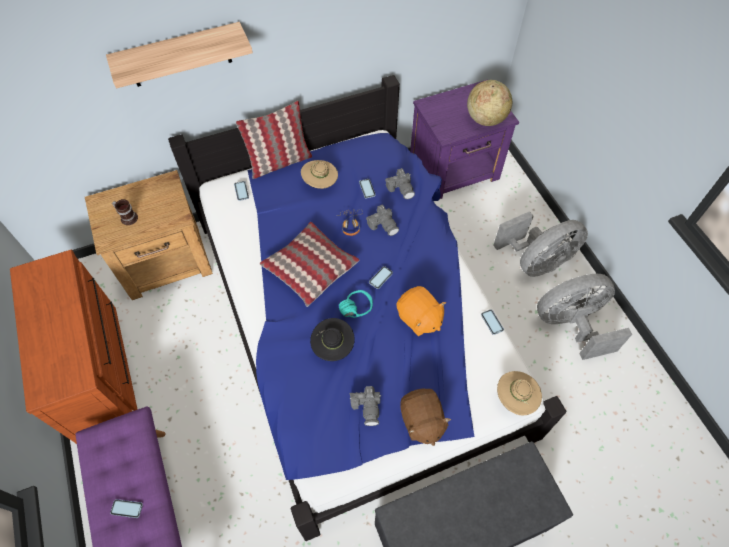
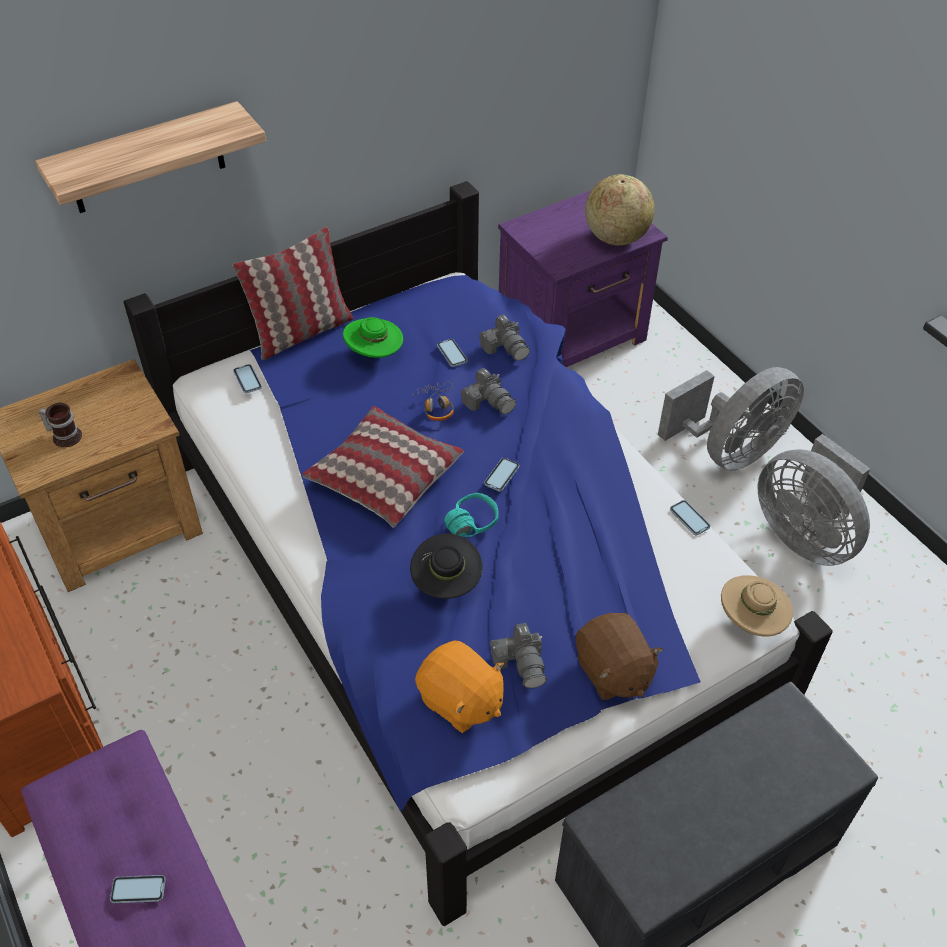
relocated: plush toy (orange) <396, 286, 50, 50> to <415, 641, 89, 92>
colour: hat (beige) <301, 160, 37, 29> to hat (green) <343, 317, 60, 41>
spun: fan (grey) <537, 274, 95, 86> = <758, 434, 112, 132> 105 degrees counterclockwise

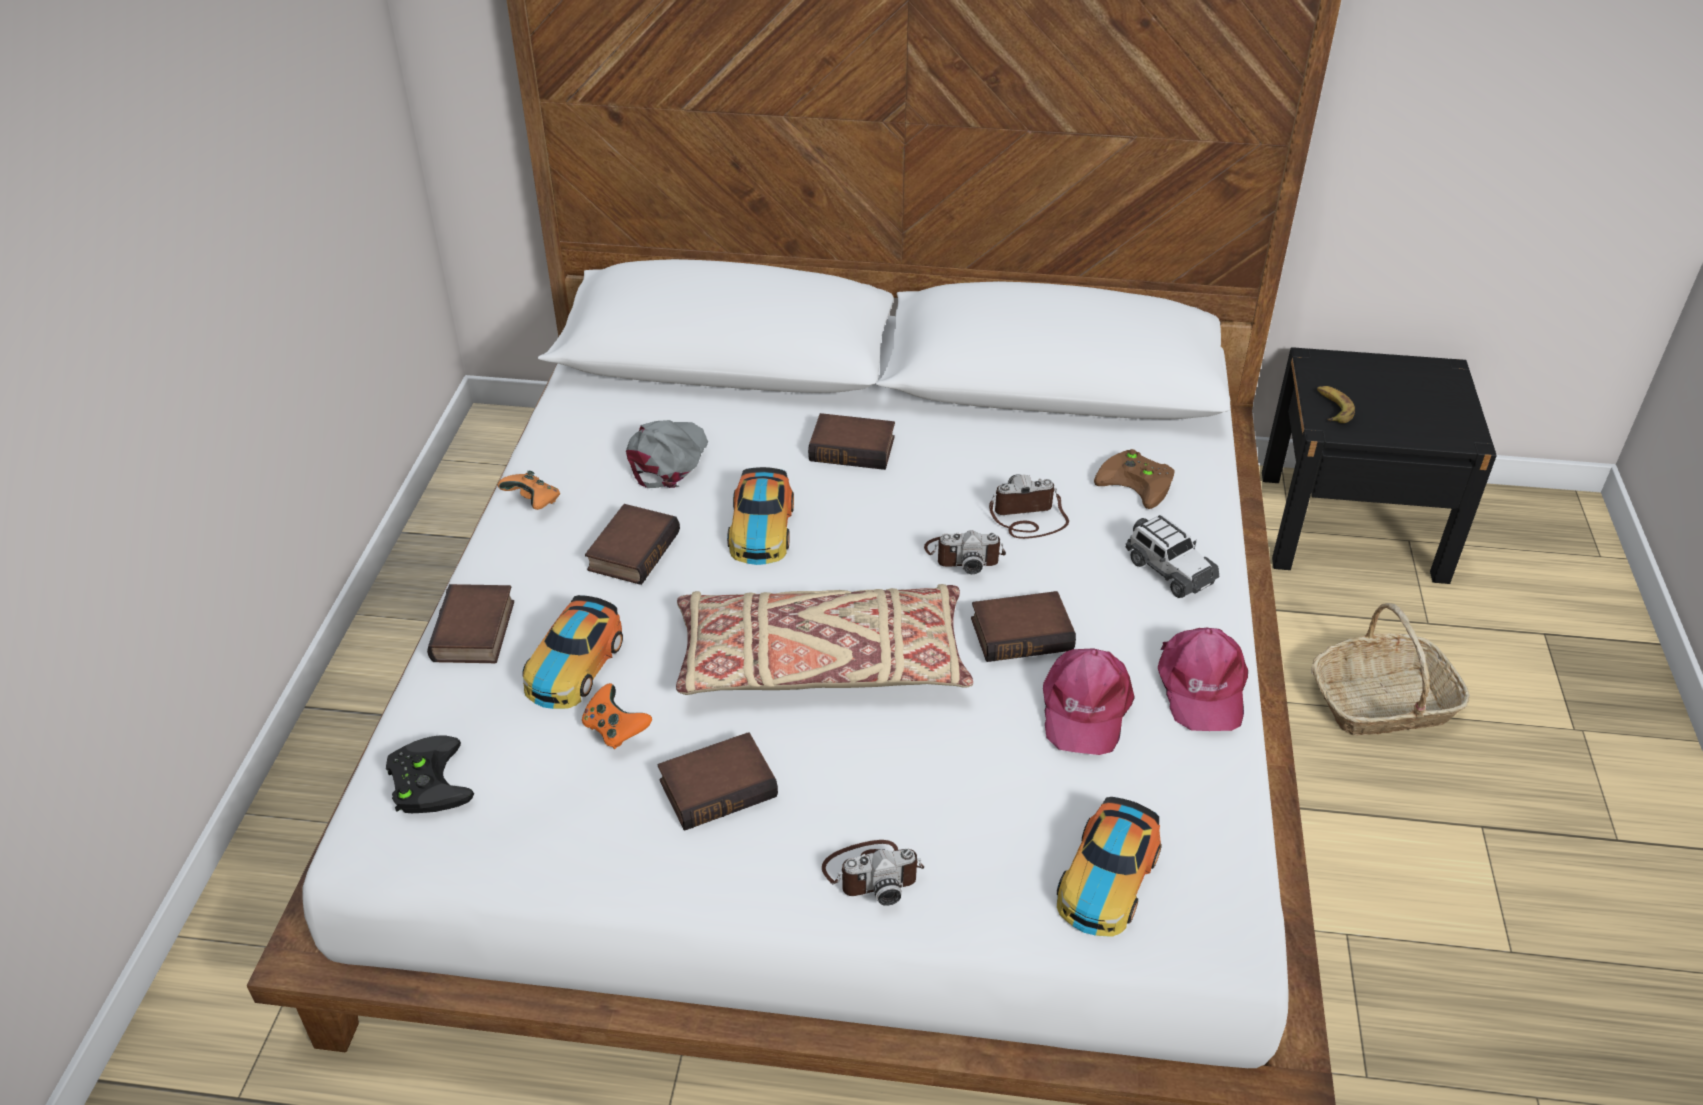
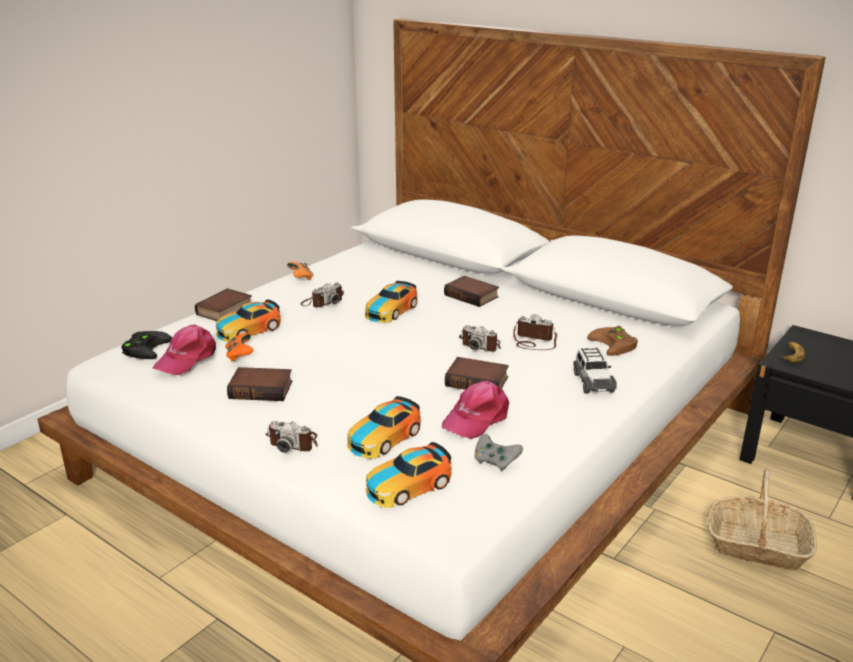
missing: cap (grey) <626, 420, 82, 68>; pillow (beige) <676, 584, 297, 111>
appeared: toy car <347, 396, 74, 63>; game controller (grey) <475, 434, 48, 37>
relocated: cap (pink) <1158, 628, 90, 103> to <153, 324, 63, 51>
exchanged: book <585, 504, 95, 81> to photo camera <301, 282, 43, 26>

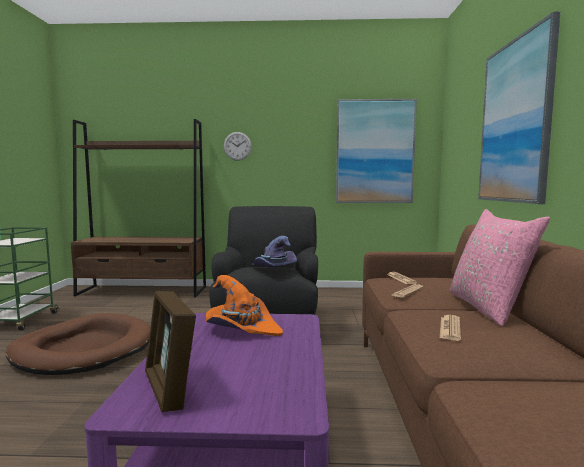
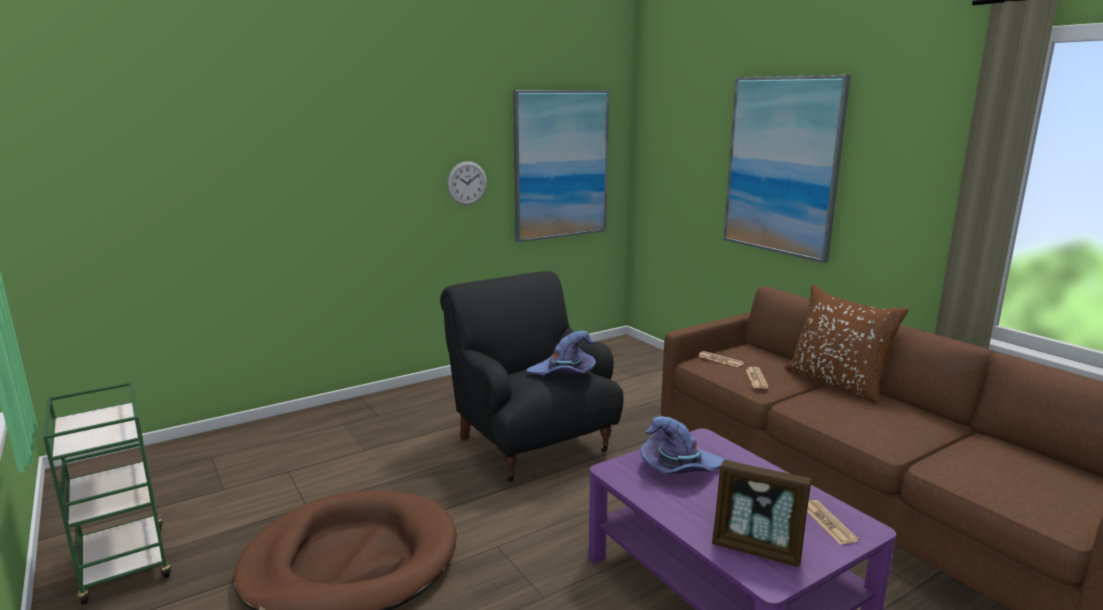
missing: bookcase (brown) <71, 119, 135, 179>
relocated: wall clock <224, 132, 28, 29> to <447, 161, 40, 44>; newspaper <440, 315, 21, 26> to <807, 500, 52, 44>
colour: hat (orange) <206, 275, 77, 61> to hat (purple) <641, 416, 83, 58>; pillow (pink) <450, 209, 100, 117> to pillow (brown) <785, 285, 124, 118>

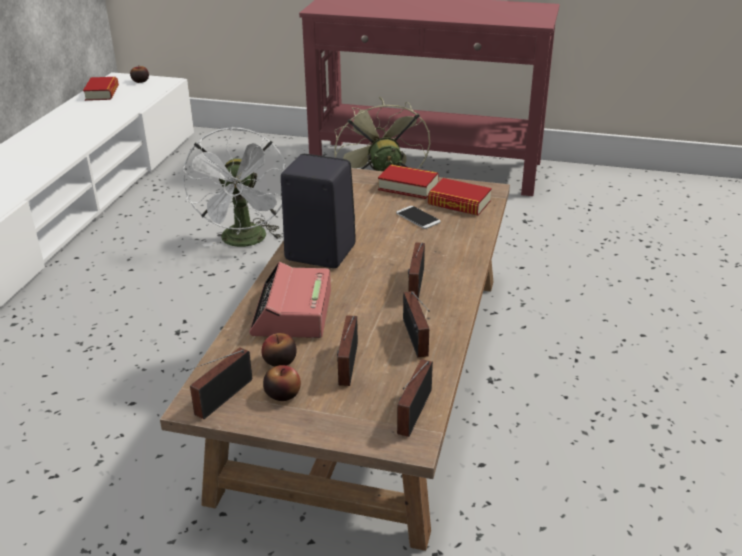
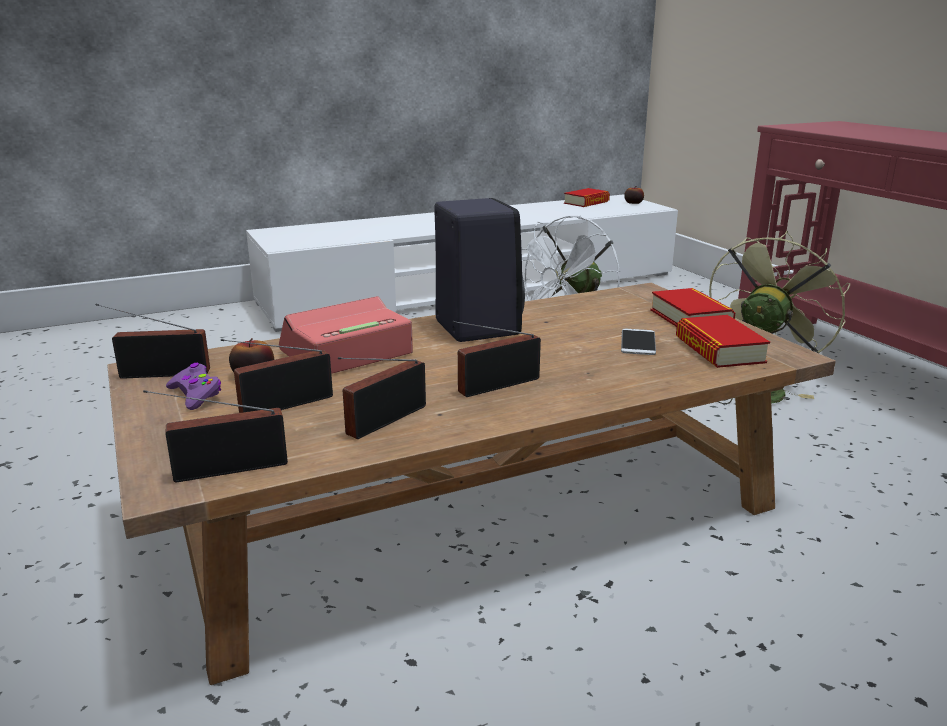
exchanged: apple <263, 365, 38, 36> to game controller (purple) <166, 363, 55, 47>

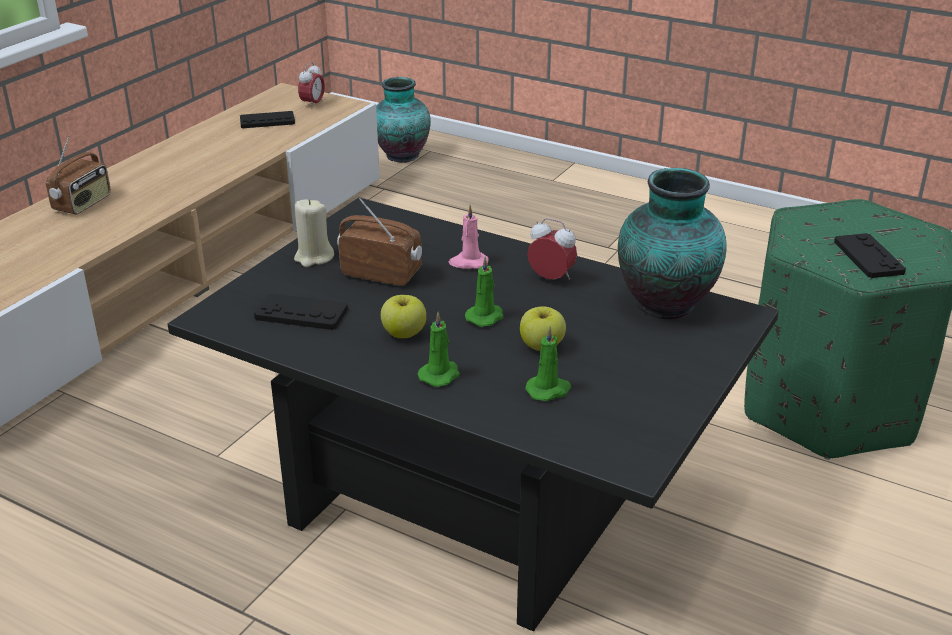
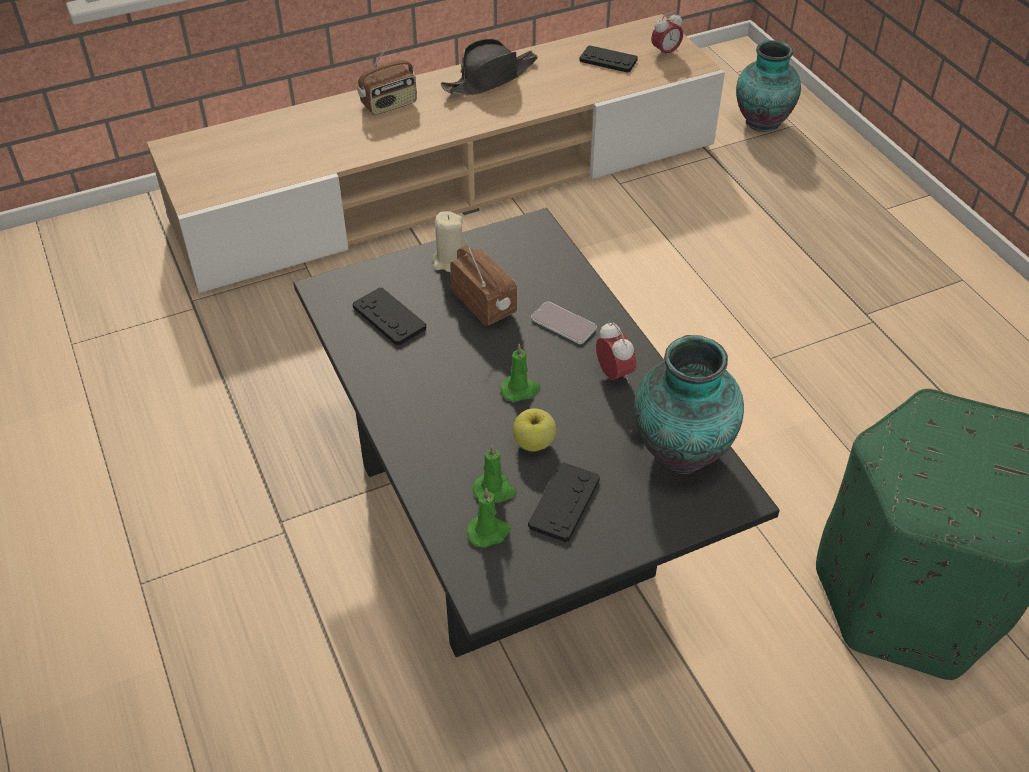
missing: apple <381, 295, 45, 43>
appeared: hat (black) <440, 39, 98, 56>
relocated: candle (green) <418, 312, 42, 75> to <467, 487, 44, 61>; game controller (black) <834, 233, 72, 45> to <528, 462, 72, 80>
exchanged: candle (pink) <449, 205, 40, 64> to phone <531, 302, 66, 42>

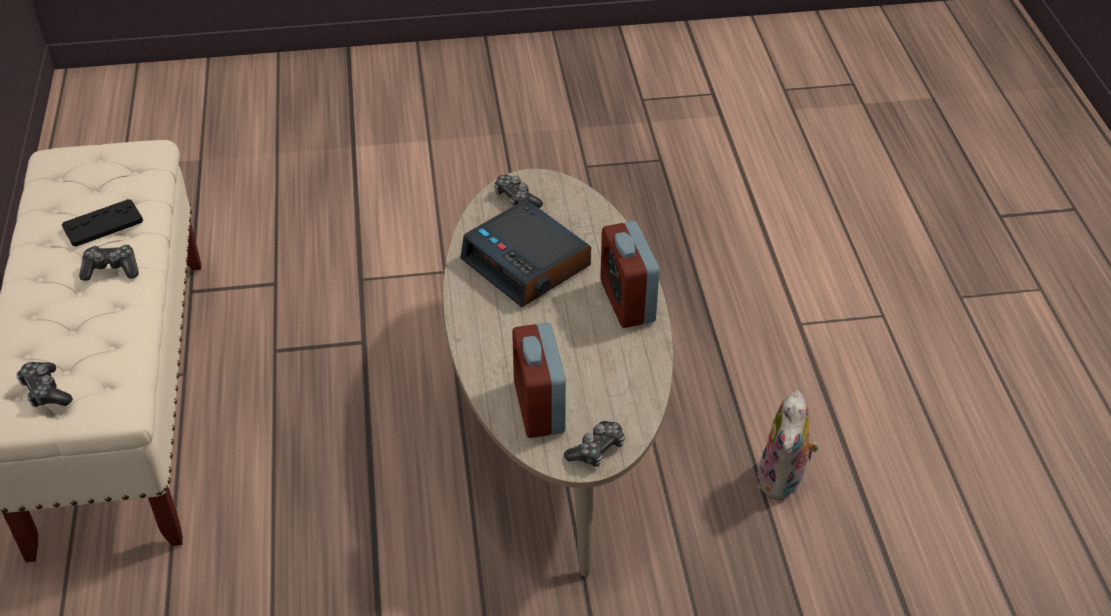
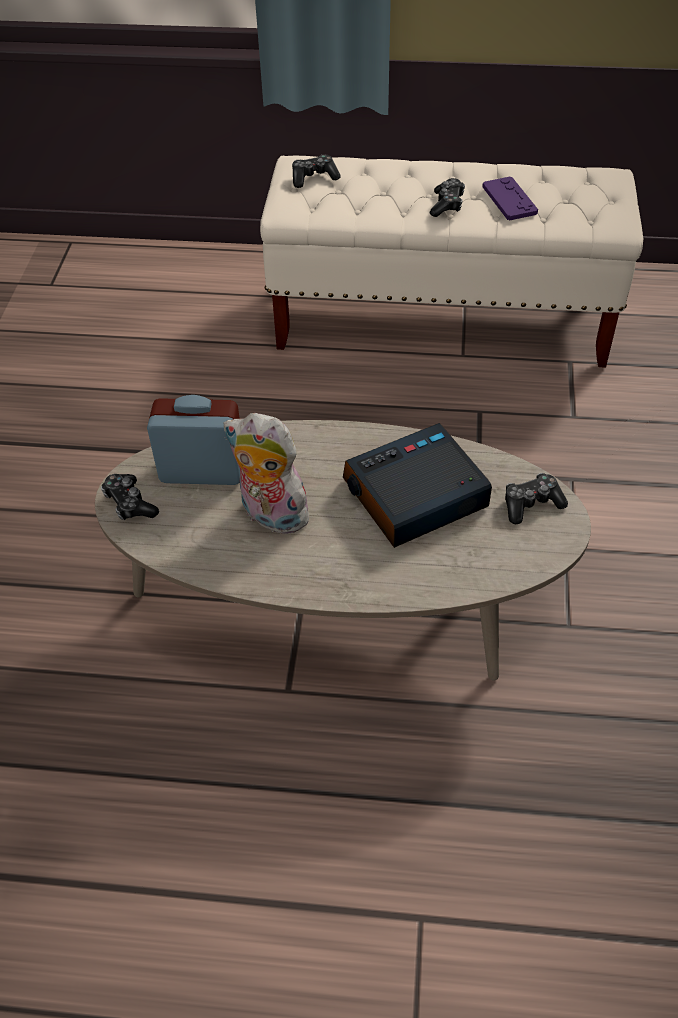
missing: alarm clock <600, 221, 60, 107>
relocated: plush toy <757, 391, 62, 109> to <223, 413, 86, 121>
colour: game controller (black) <62, 199, 81, 48> to game controller (purple) <482, 177, 56, 43>

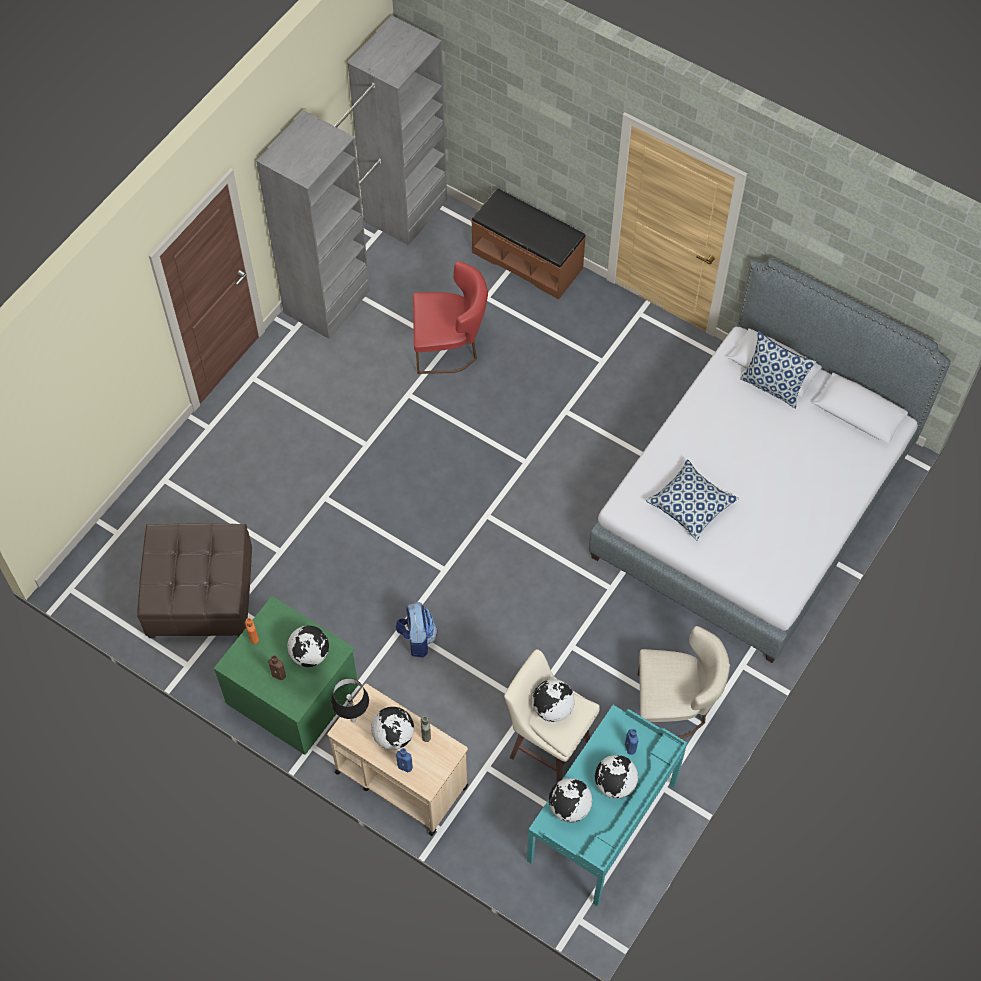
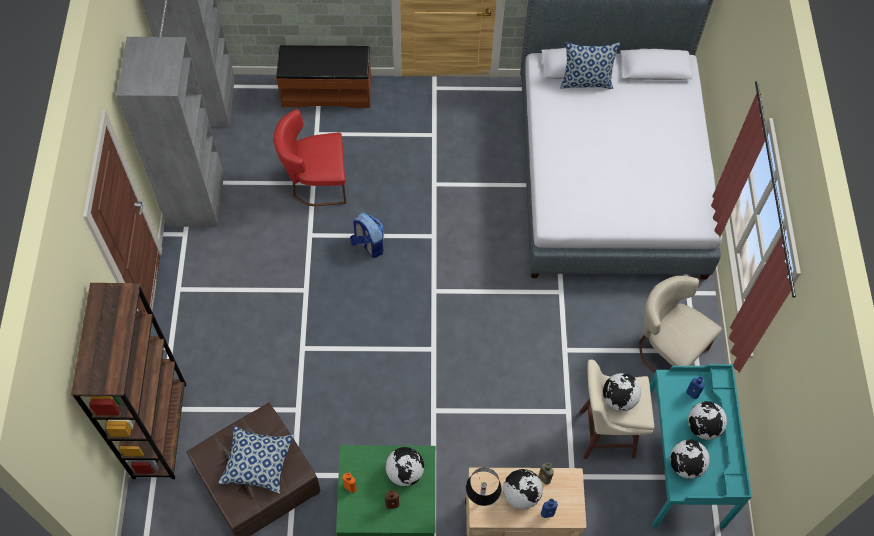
appeared: bookcase (brown) <71, 283, 115, 196>
relocated: backpack <396, 602, 41, 55> to <350, 212, 34, 46>; pillow <646, 459, 93, 81> to <218, 426, 77, 68>
spun: chair (red) <413, 261, 75, 113> = <273, 109, 73, 97> 150 degrees counterclockwise; chair (beige) <638, 626, 92, 112> = <639, 276, 83, 97> 105 degrees counterclockwise

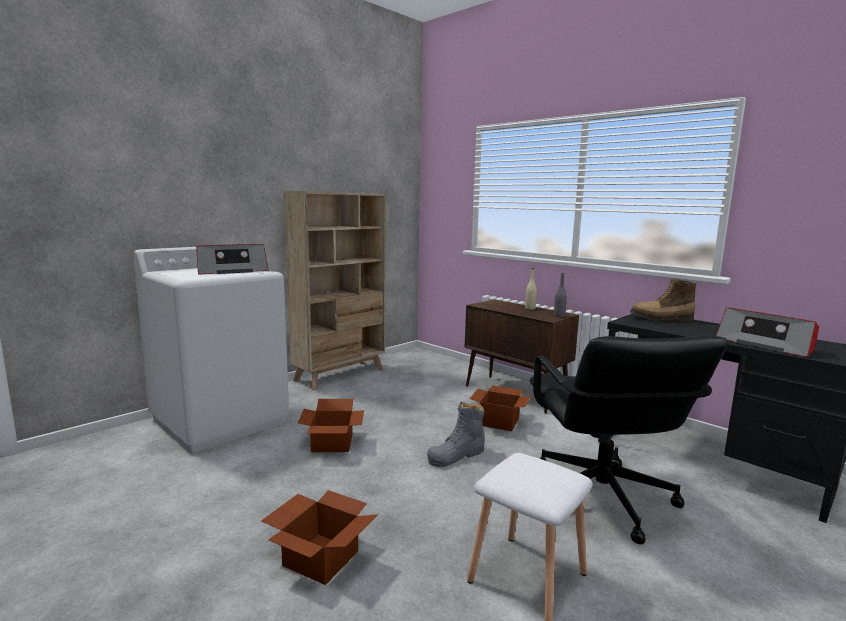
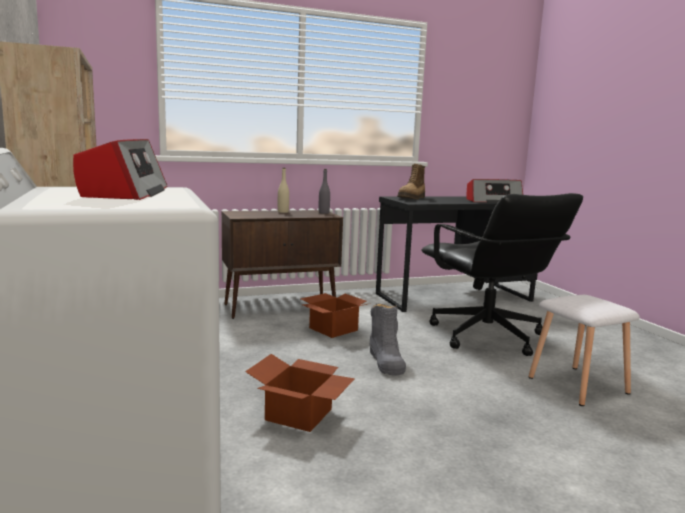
missing: cardboard box <261, 490, 116, 95>
spun: office chair (black) <530, 336, 198, 209> = <422, 193, 161, 163> 45 degrees clockwise

